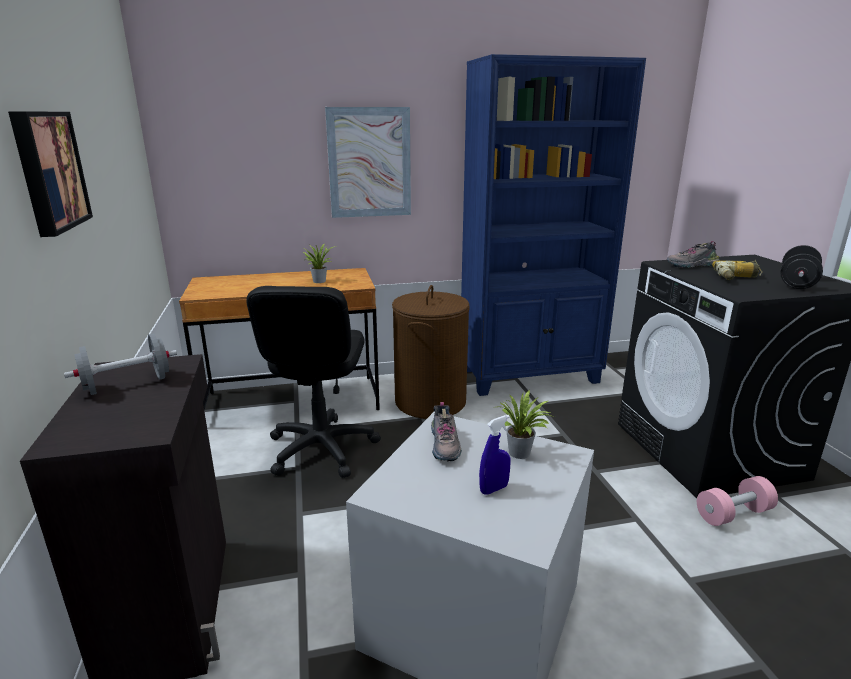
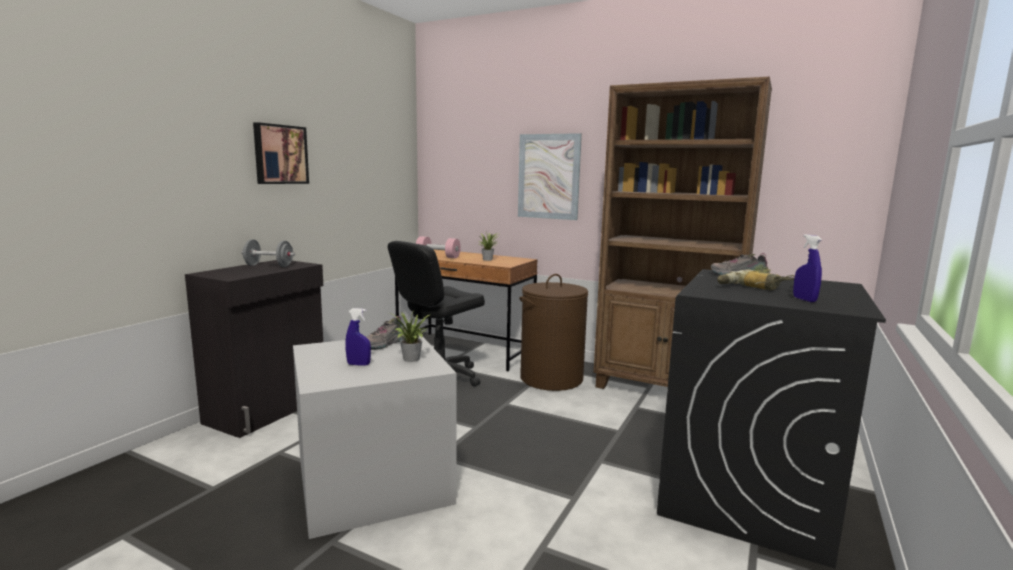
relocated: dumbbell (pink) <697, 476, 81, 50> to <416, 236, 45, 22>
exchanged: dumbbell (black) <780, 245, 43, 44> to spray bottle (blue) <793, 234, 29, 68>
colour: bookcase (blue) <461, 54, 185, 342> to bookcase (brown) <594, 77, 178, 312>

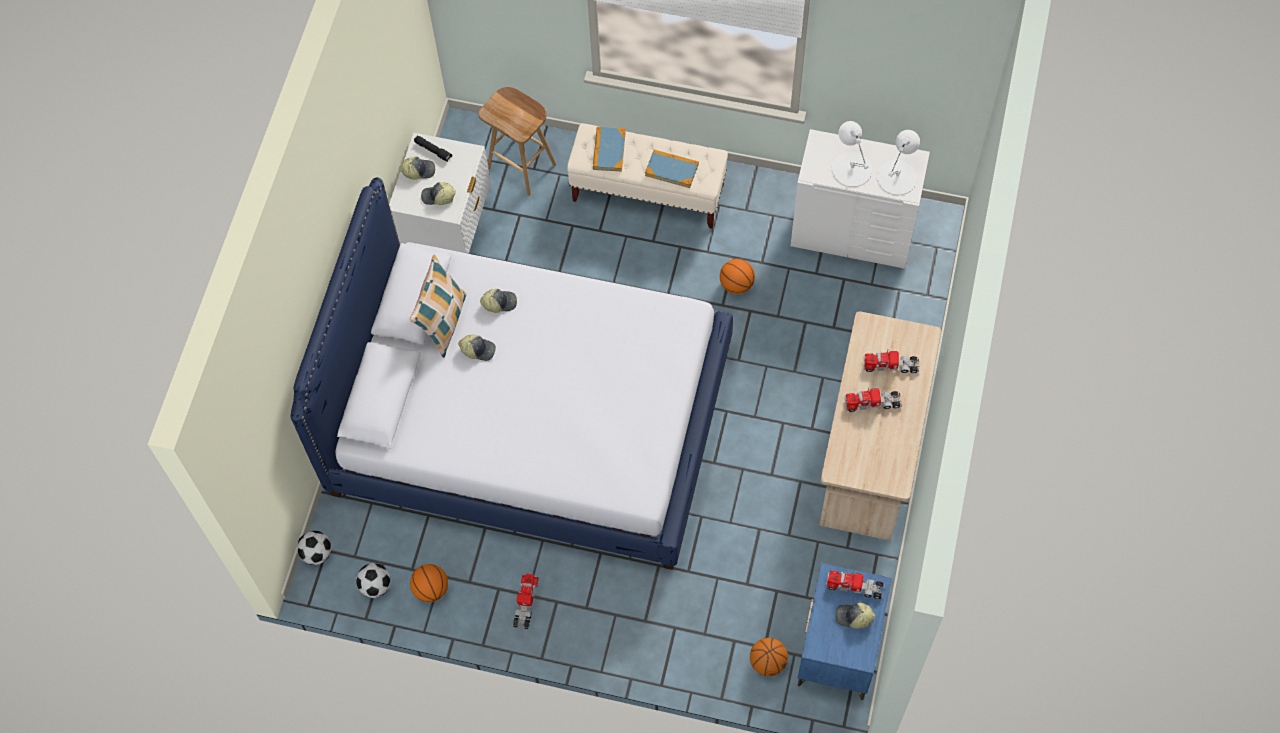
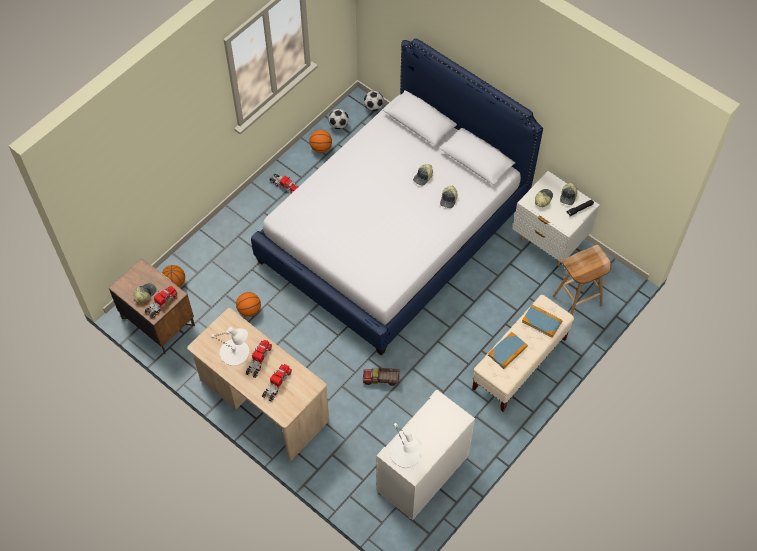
missing: pillow <410, 255, 56, 103>
appeared: toy truck <363, 368, 37, 18>
relocated: basketball <720, 259, 35, 35> to <236, 292, 25, 25>; table lamp (white) <832, 121, 40, 66> to <211, 327, 38, 39>
colour: nightstand (blue) <797, 563, 95, 138> to nightstand (brown) <109, 258, 86, 96>

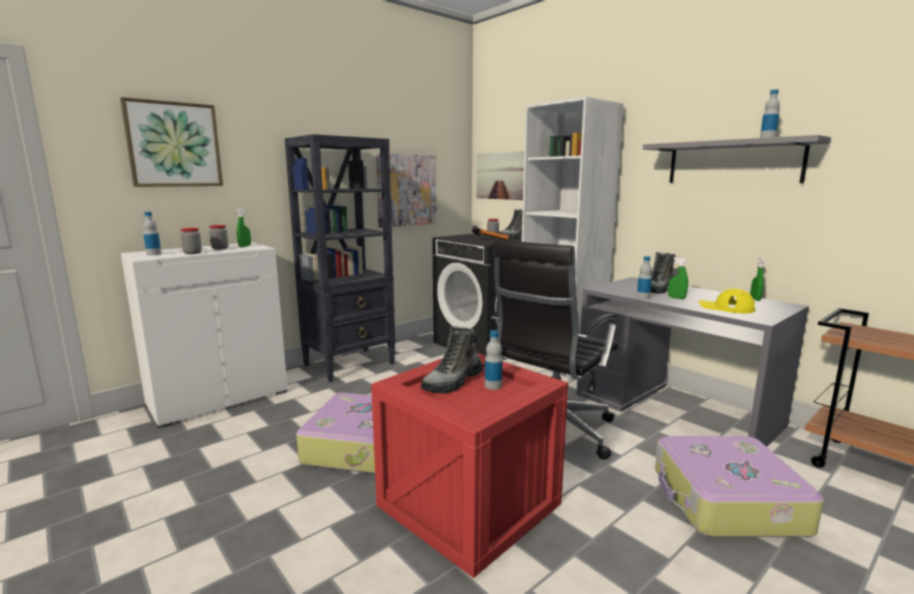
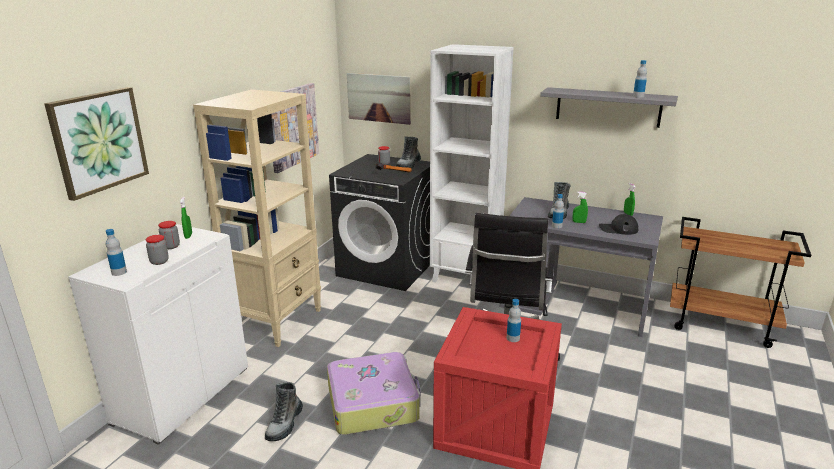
missing: suitcase <655, 436, 169, 101>
relocated: boot <421, 326, 62, 68> to <265, 382, 38, 59>
colour: bookcase (black) <285, 134, 111, 248> to bookcase (beige) <193, 89, 128, 258>; cap (yellow) <699, 288, 57, 25> to cap (black) <599, 214, 40, 21>

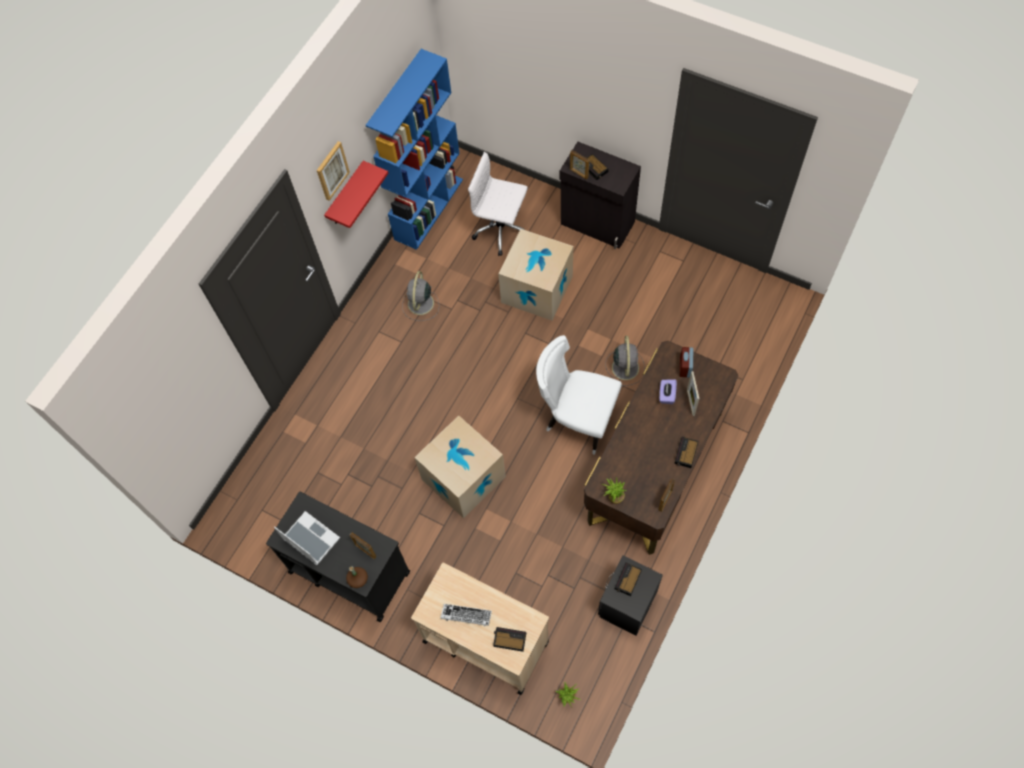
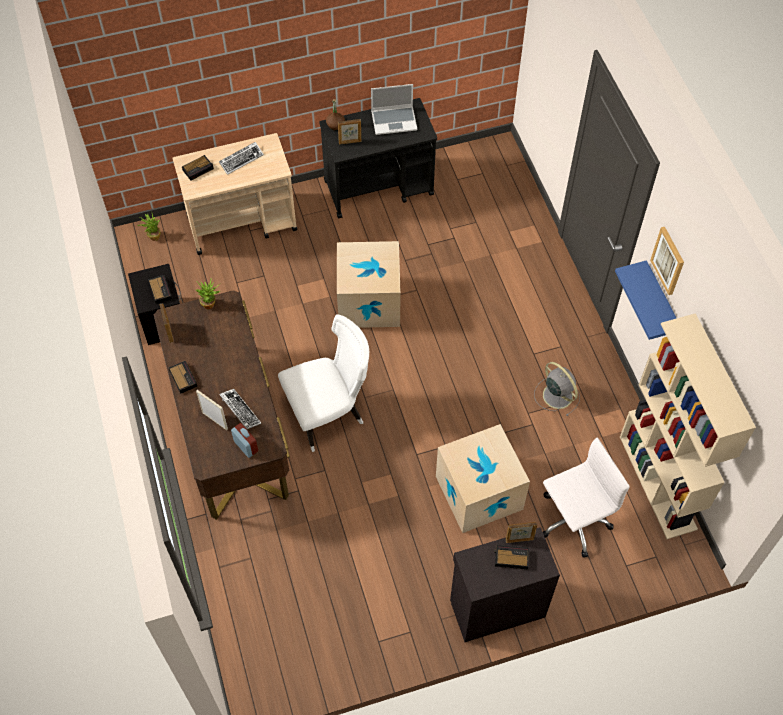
missing: fan (grey) <605, 336, 40, 50>
exchanged: tissue box (purple) <659, 380, 18, 24> to keyboard <220, 389, 41, 40>
colour: shelf (red) <324, 161, 64, 67> to shelf (blue) <615, 260, 62, 80>; bookcase (blue) <366, 49, 97, 201> to bookcase (beige) <620, 313, 136, 226>

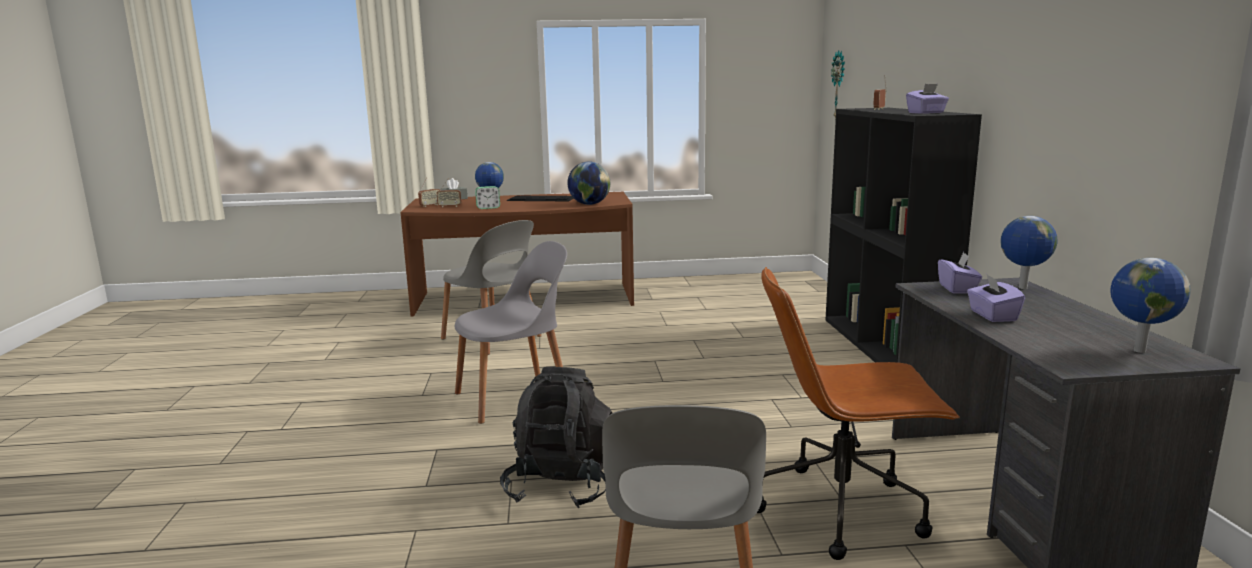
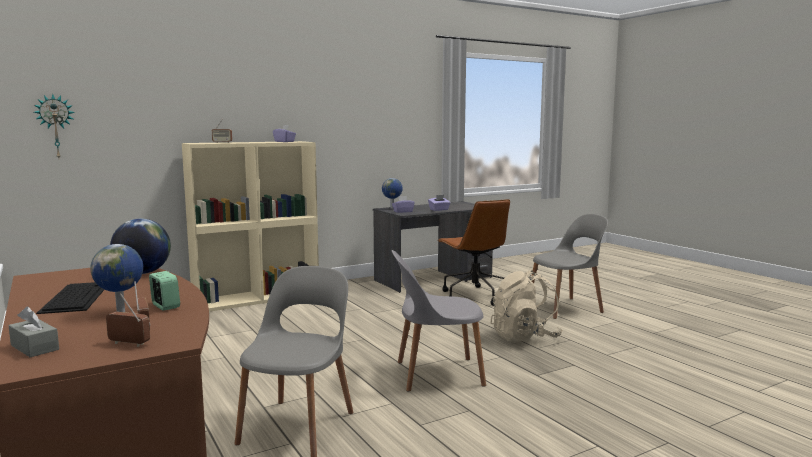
missing: globe <1110, 258, 81, 95>
colour: backpack (black) <500, 367, 112, 141> to backpack (beige) <491, 270, 72, 73>; bookcase (black) <826, 108, 156, 254> to bookcase (beige) <182, 141, 137, 171>
spun: chair (grey) <454, 241, 113, 183> = <391, 250, 95, 141> 45 degrees counterclockwise

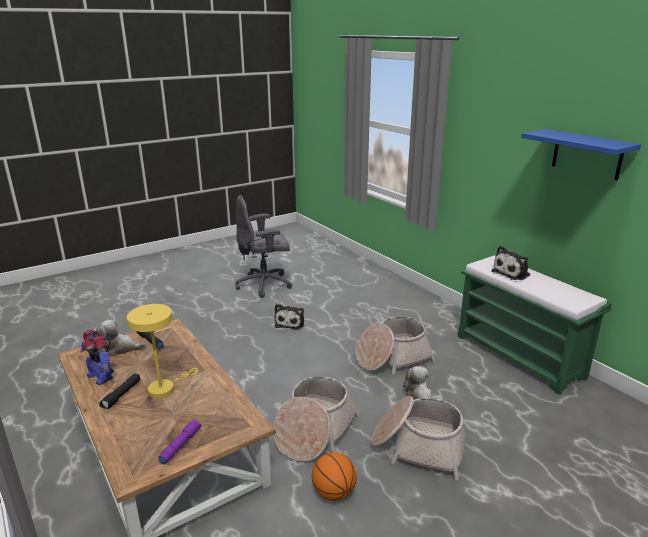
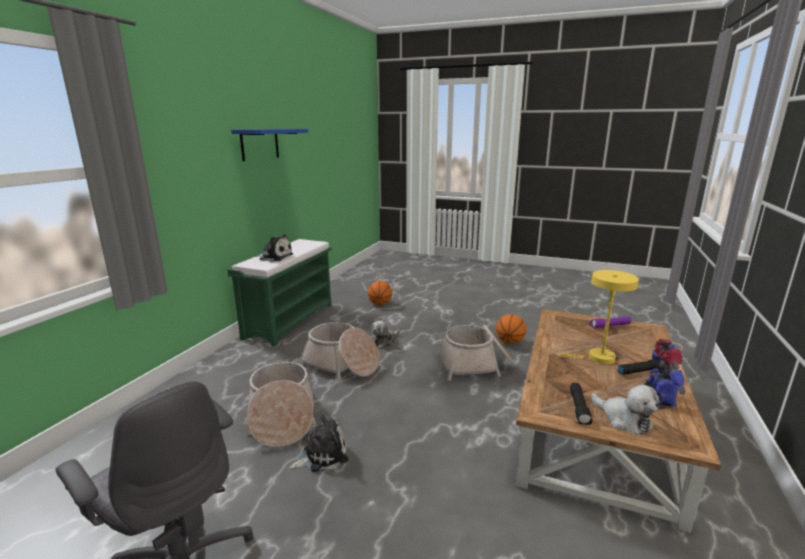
appeared: basketball <368, 281, 24, 24>
relocated: basket <371, 396, 95, 84> to <247, 362, 69, 86>

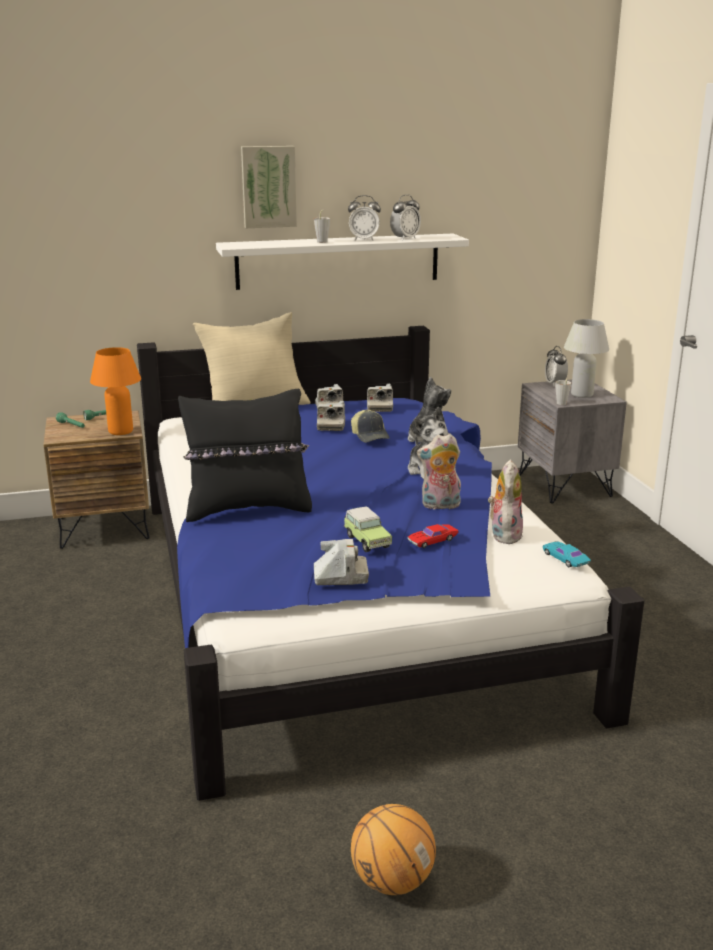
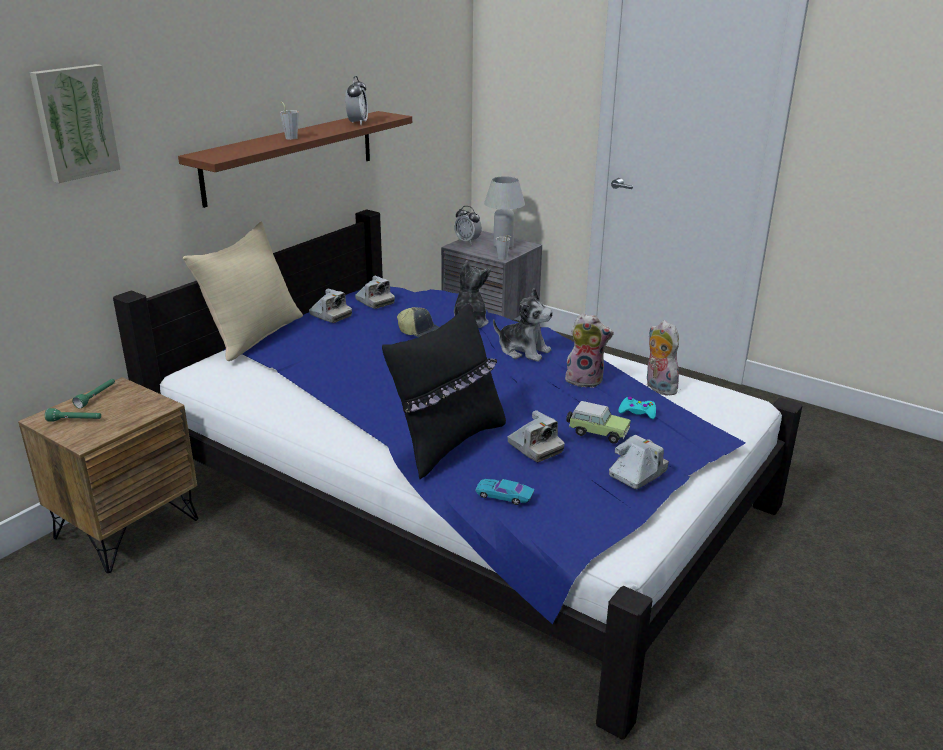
missing: table lamp (orange) <90, 347, 51, 88>; alarm clock <348, 195, 33, 46>; basketball <351, 804, 85, 91>
relocated: picture <241, 146, 56, 82> to <30, 64, 91, 119>; photo camera <317, 401, 28, 30> to <507, 410, 58, 52>; toy car (turquoise) <543, 542, 48, 25> to <476, 479, 58, 26>
exchanged: toy car (red) <407, 524, 51, 24> to game controller (turquoise) <618, 397, 38, 22>
colour: shelf (white) <216, 234, 253, 56> to shelf (brown) <178, 111, 234, 97>
spun: plush toy <417, 434, 44, 76> = <565, 313, 49, 75> 120 degrees counterclockwise

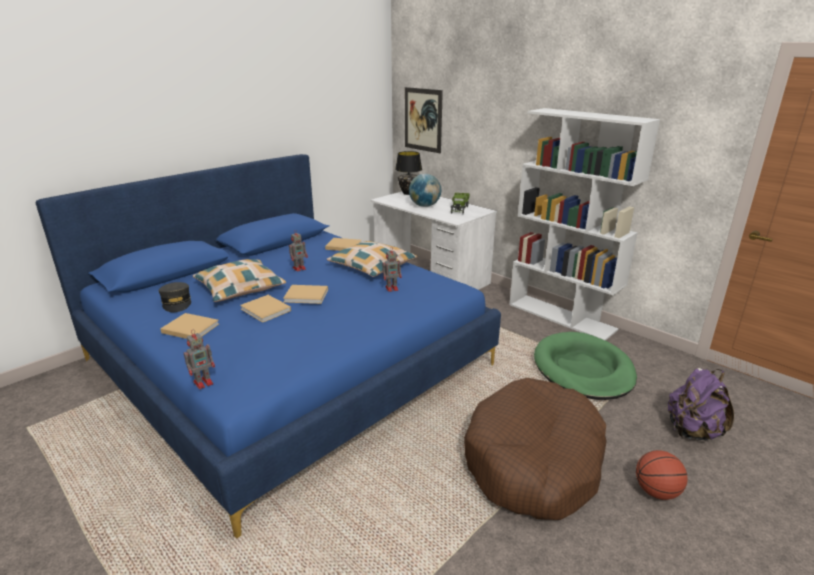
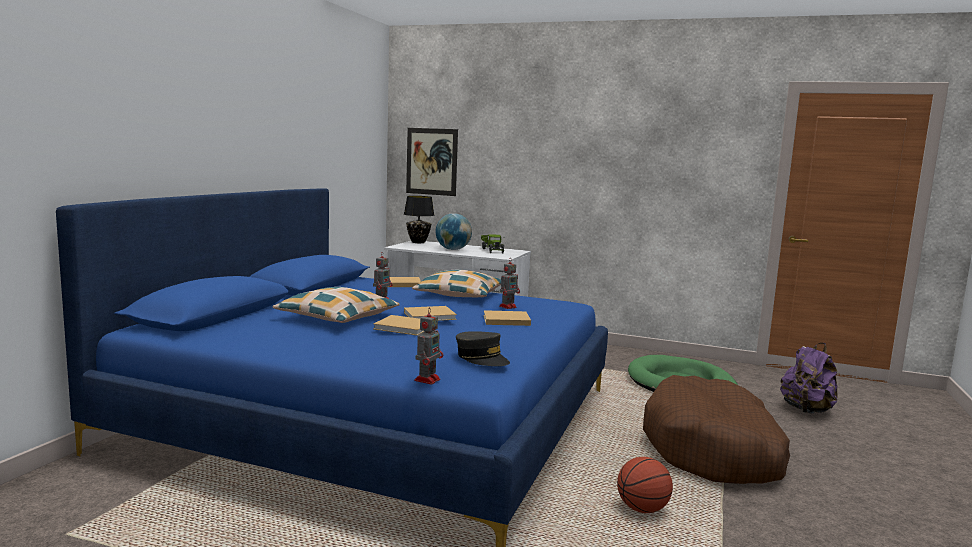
missing: bookcase (white) <509, 108, 151, 233>
relocated: cap (grey) <159, 282, 32, 30> to <456, 331, 54, 35>; book (beige) <160, 313, 59, 26> to <484, 310, 47, 16>; basketball <636, 450, 52, 50> to <617, 457, 56, 56>

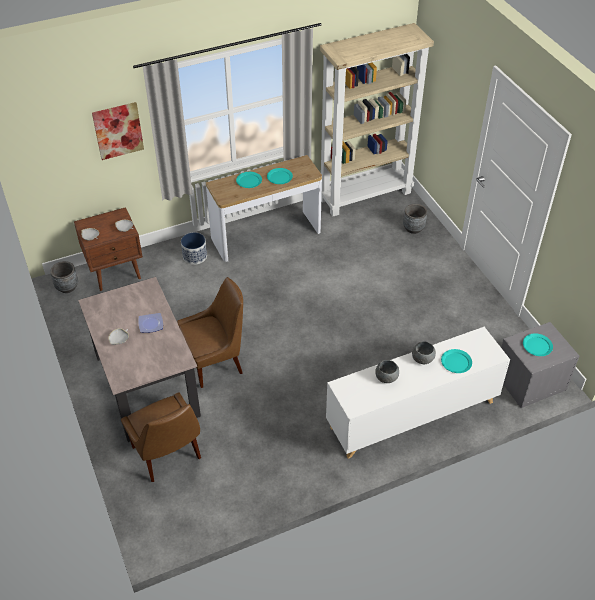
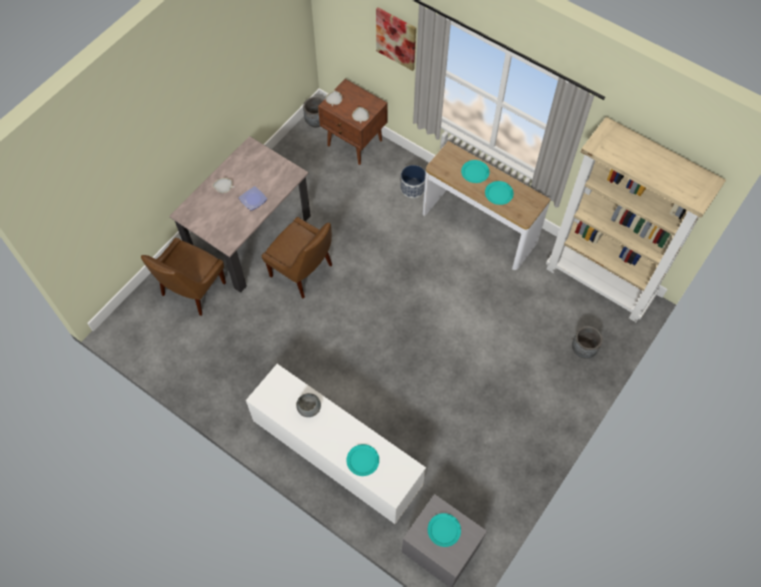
missing: bowl (grey) <412, 341, 24, 23>

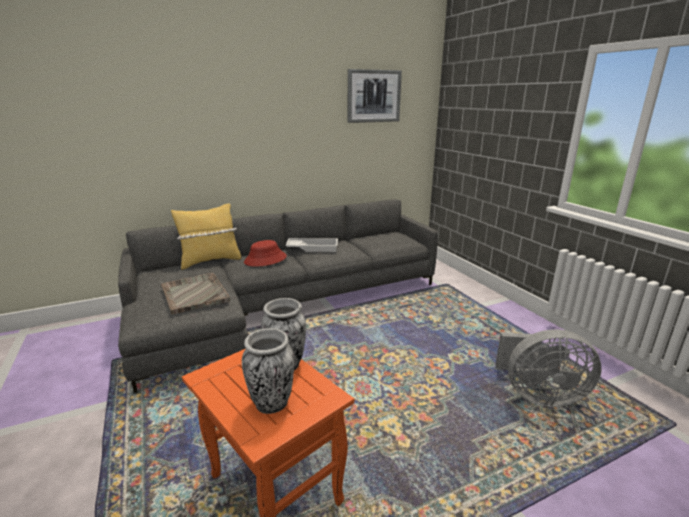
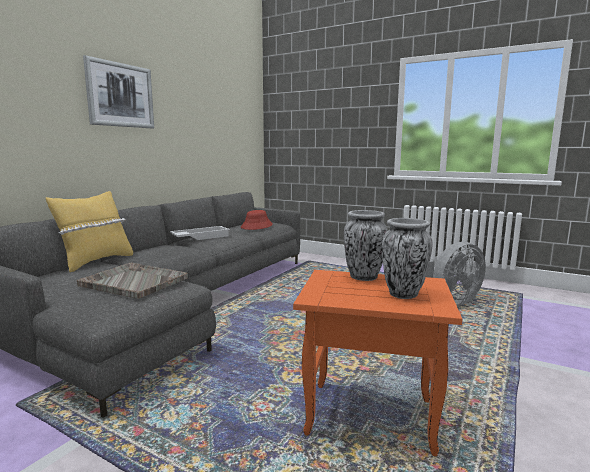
relocated: hat (red) <244, 240, 43, 26> to <241, 210, 32, 20>; picture <348, 69, 54, 54> to <83, 55, 71, 73>

